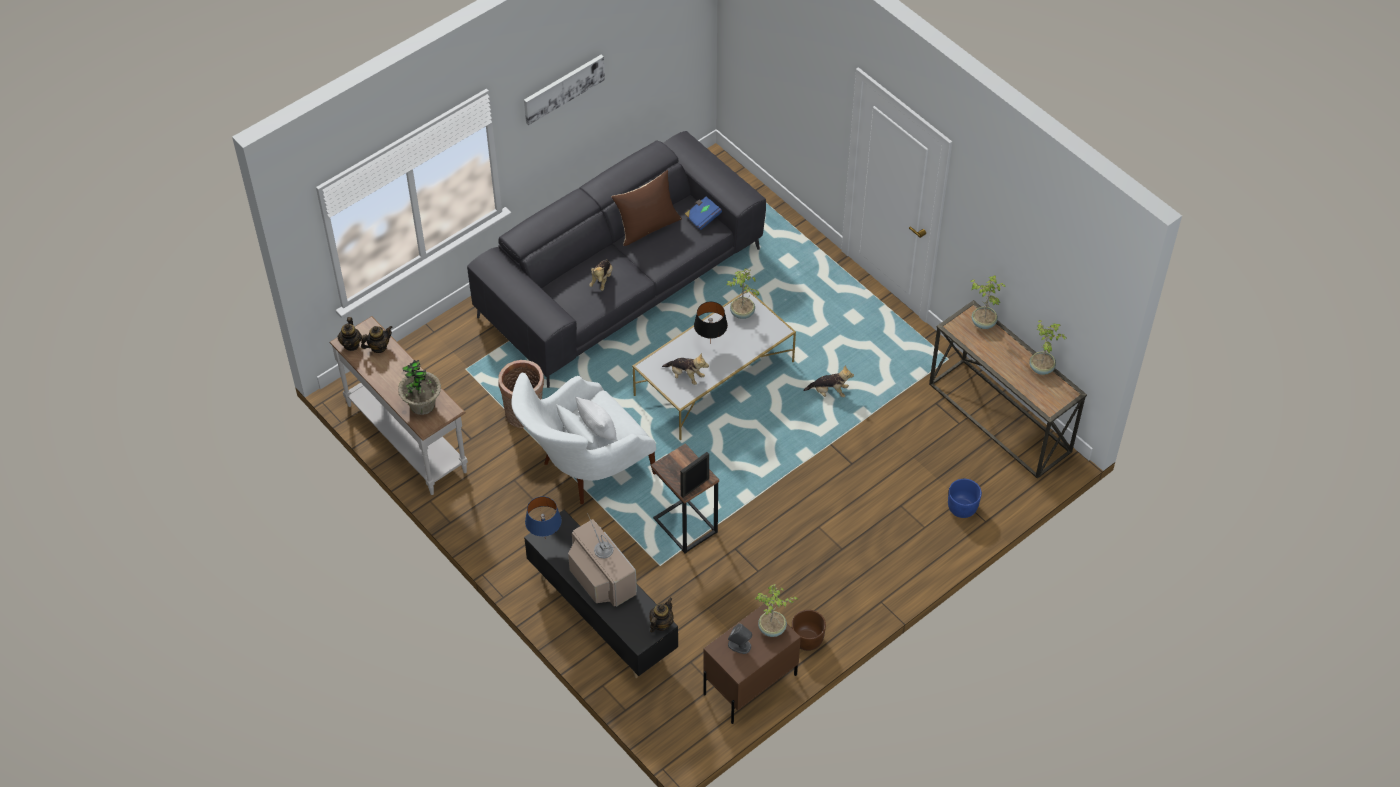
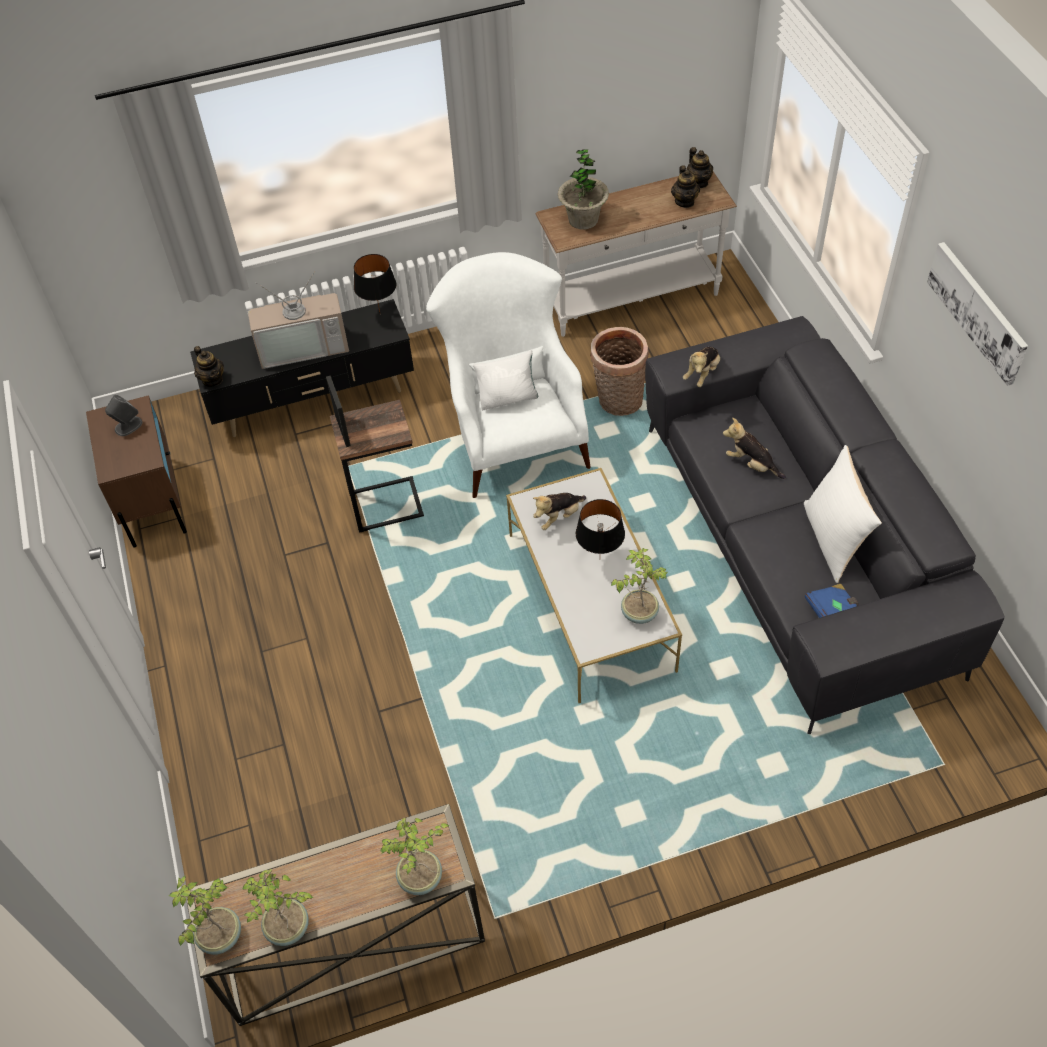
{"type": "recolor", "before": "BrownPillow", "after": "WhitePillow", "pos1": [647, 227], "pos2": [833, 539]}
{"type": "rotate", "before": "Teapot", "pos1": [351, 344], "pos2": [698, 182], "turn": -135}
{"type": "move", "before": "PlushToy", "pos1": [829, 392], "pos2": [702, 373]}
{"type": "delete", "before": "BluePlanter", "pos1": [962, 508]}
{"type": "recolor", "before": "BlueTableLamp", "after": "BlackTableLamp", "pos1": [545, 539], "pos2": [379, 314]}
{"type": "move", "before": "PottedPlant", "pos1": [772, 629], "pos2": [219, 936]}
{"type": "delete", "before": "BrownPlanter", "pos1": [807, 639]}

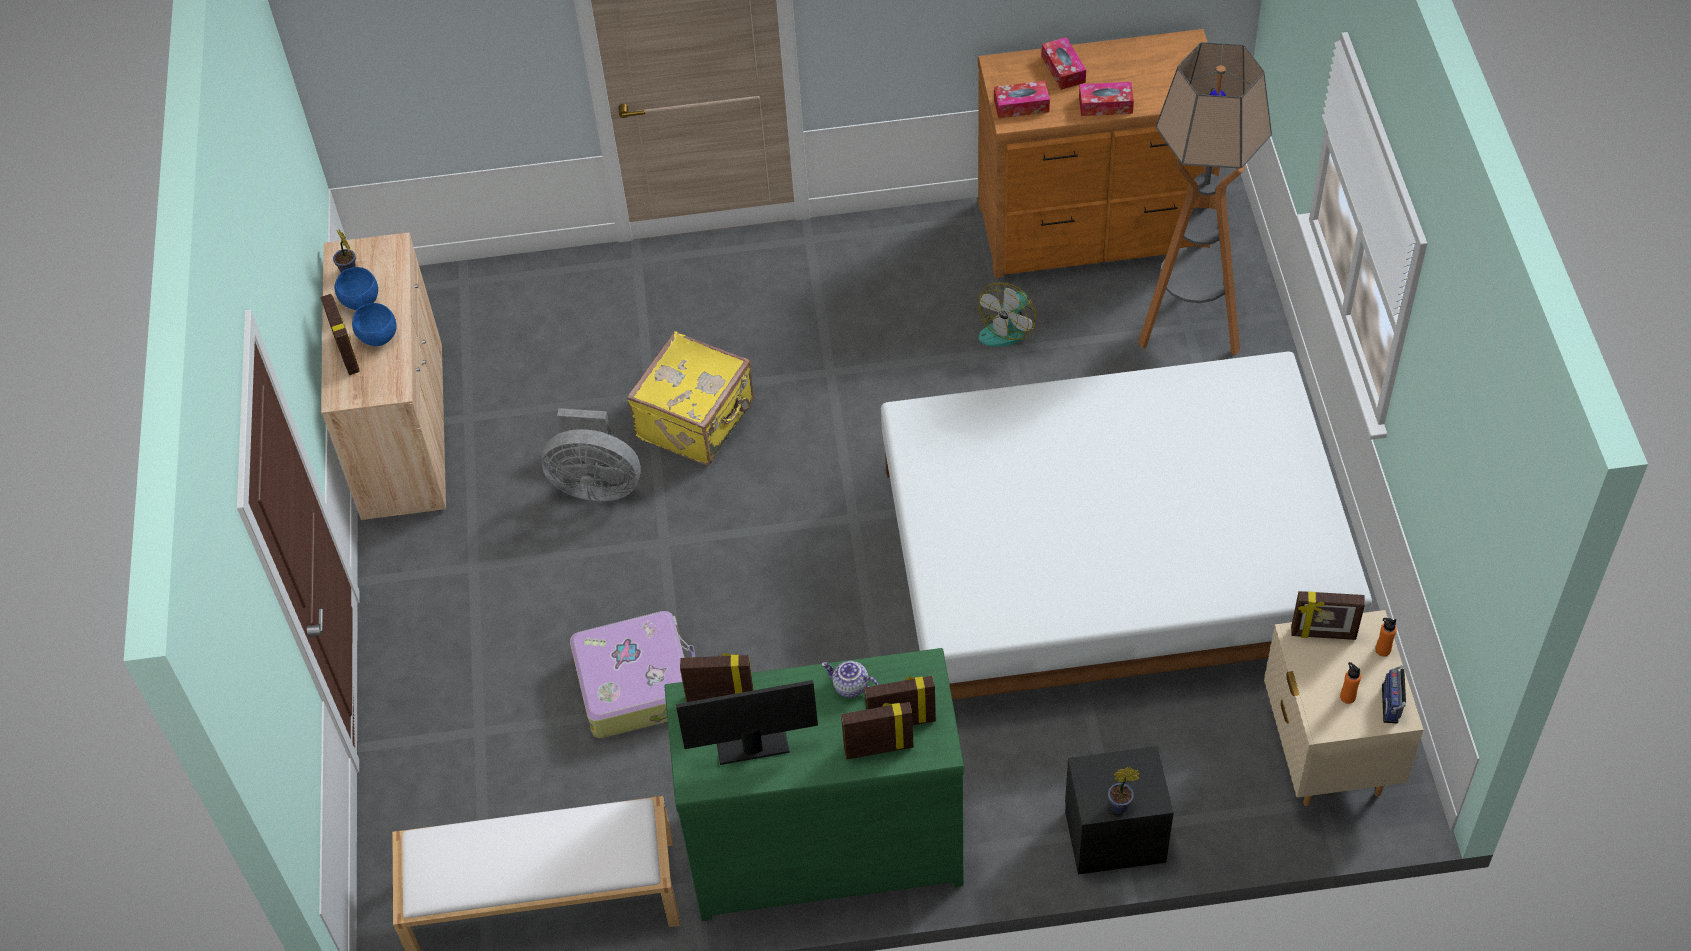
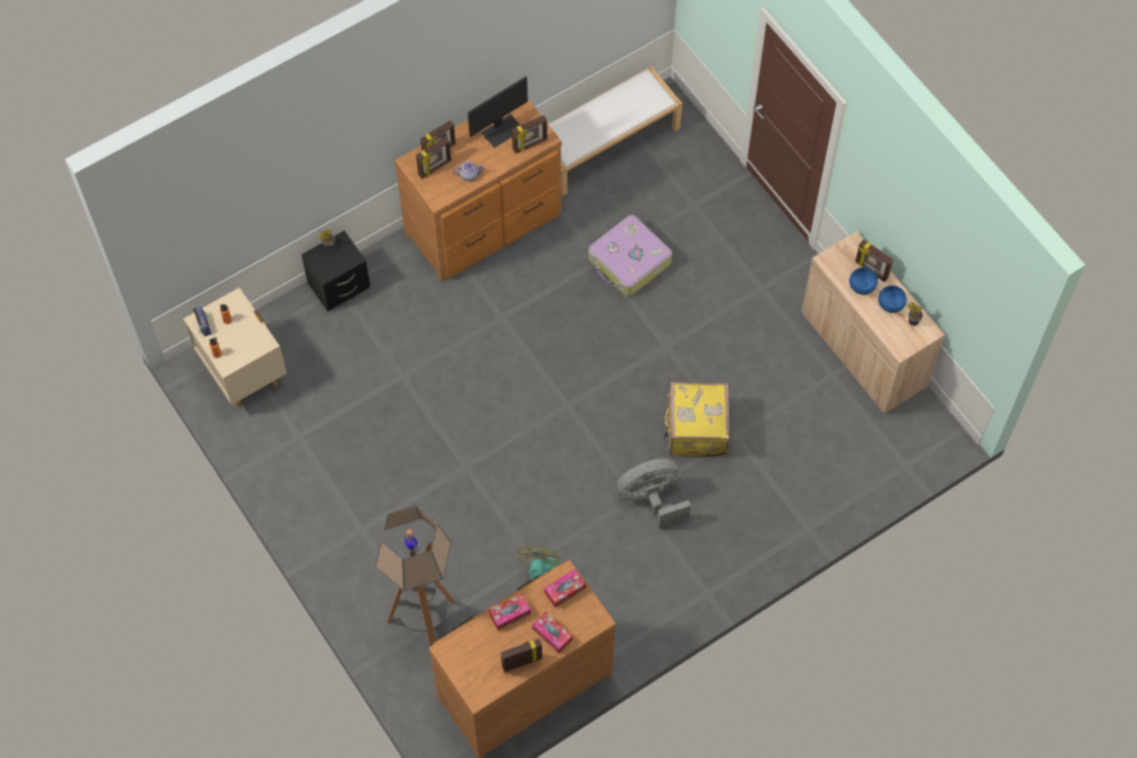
{"type": "delete", "before": "WhiteBed", "pos1": [1112, 568]}
{"type": "move", "before": "GreyFan", "pos1": [596, 484], "pos2": [652, 499]}
{"type": "move", "before": "PictureFrame", "pos1": [1323, 634], "pos2": [521, 661]}
{"type": "recolor", "before": "GreenDresser", "after": "BrownDresser", "pos1": [823, 841], "pos2": [485, 223]}

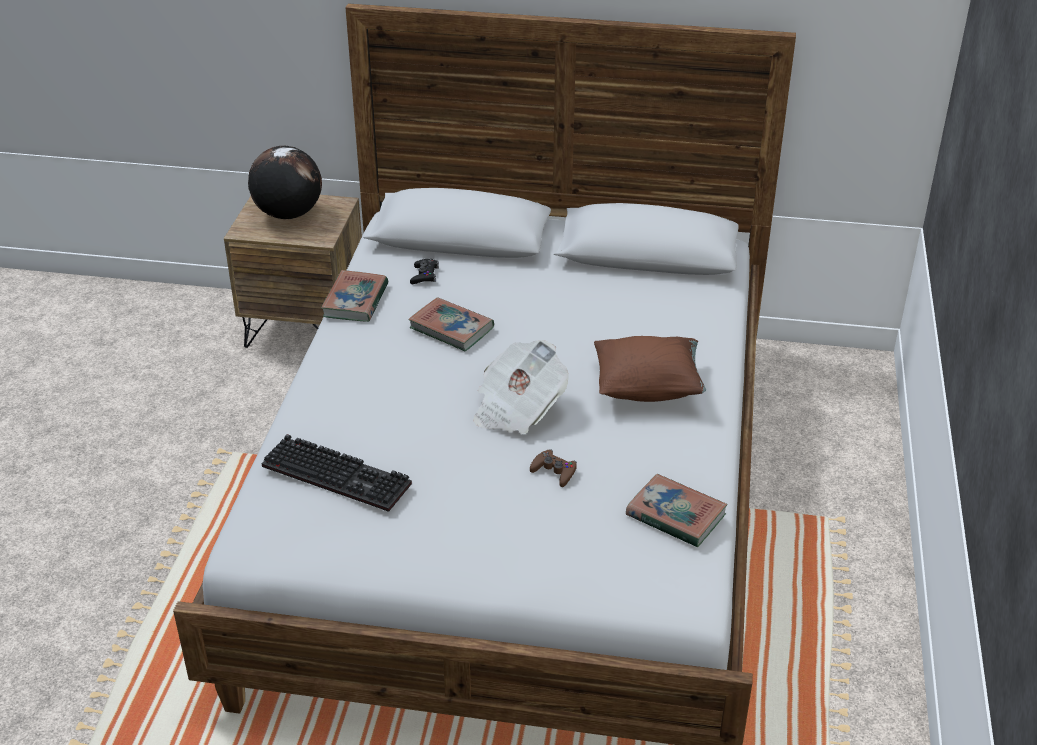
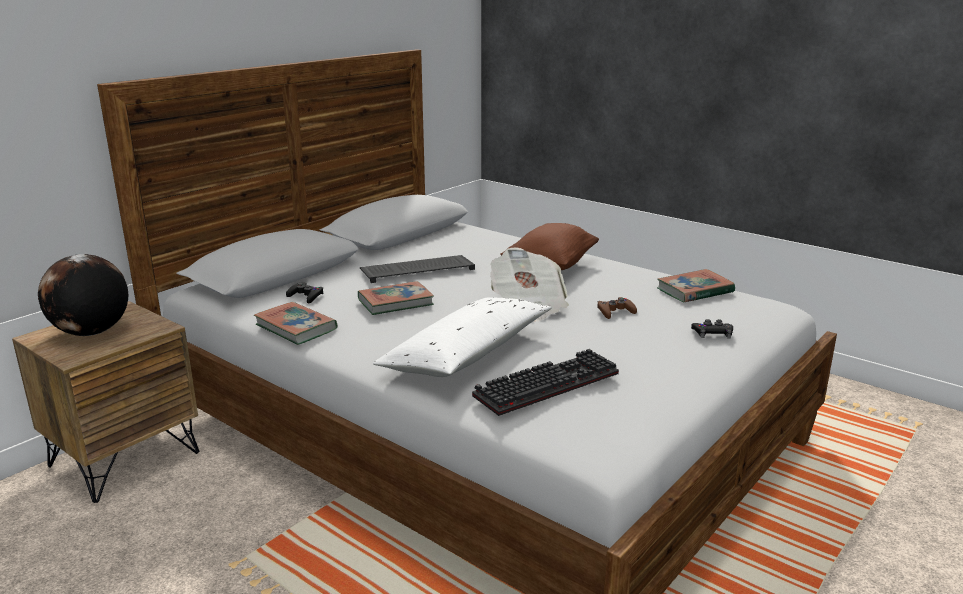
{"type": "insert", "after": "Keyboard", "pos2": [418, 269]}
{"type": "insert", "after": "WhitePillow", "pos2": [467, 354]}
{"type": "insert", "after": "BlackGameController", "pos2": [712, 334]}

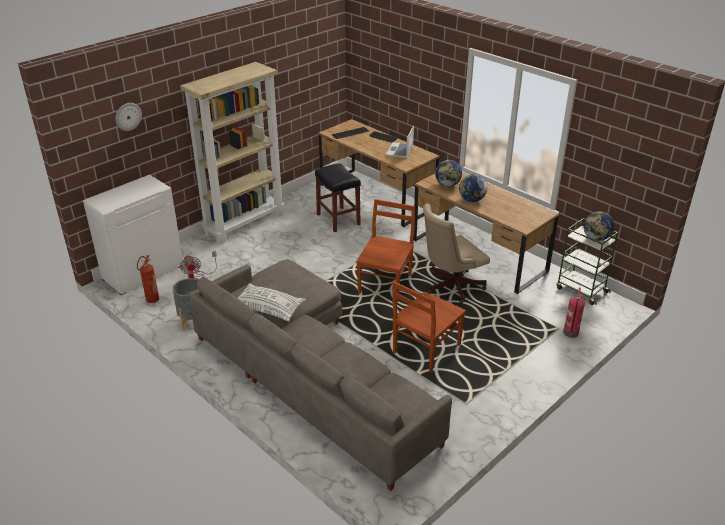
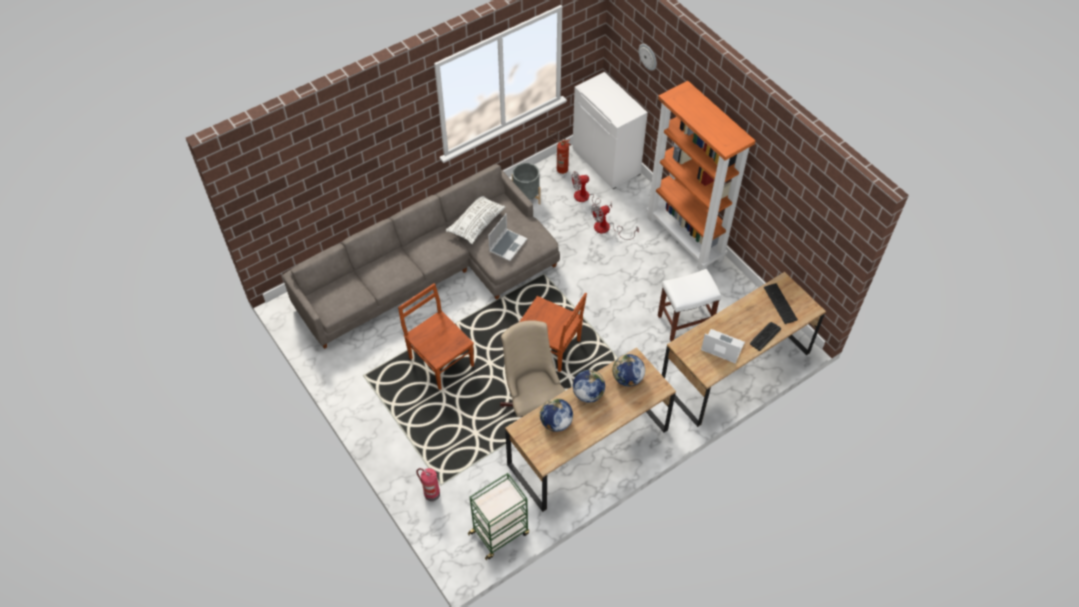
{"type": "recolor", "before": "BeigeBookcase", "after": "OrangeBookcase", "pos1": [244, 223], "pos2": [685, 238]}
{"type": "recolor", "before": "BlackStool", "after": "WhiteStool", "pos1": [337, 219], "pos2": [685, 322]}
{"type": "move", "before": "Globe", "pos1": [596, 238], "pos2": [555, 423]}
{"type": "insert", "after": "Fan", "pos2": [607, 229]}
{"type": "insert", "after": "Laptop", "pos2": [507, 245]}

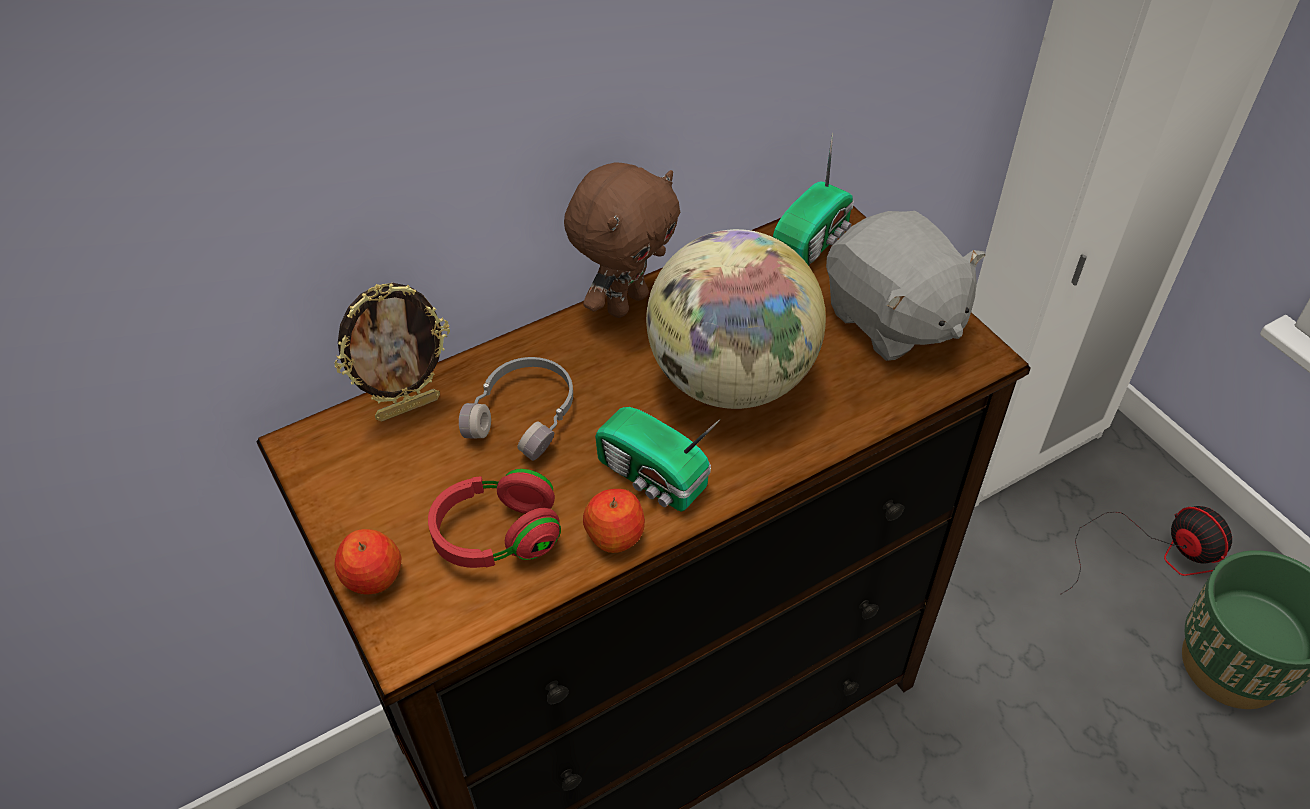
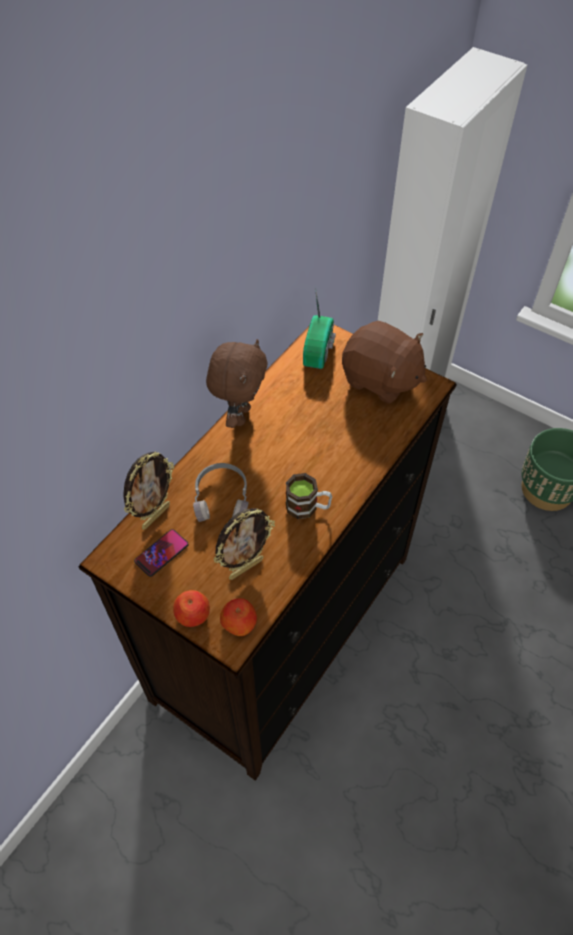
{"type": "recolor", "before": "GreyPlushToy", "after": "BrownPlushToy", "pos1": [893, 319], "pos2": [380, 380]}
{"type": "delete", "before": "Globe", "pos1": [731, 379]}
{"type": "replace", "before": "Radio", "after": "Mug", "pos1": [653, 478], "pos2": [308, 507]}
{"type": "replace", "before": "RedHeadphones", "after": "PictureFrame", "pos1": [497, 535], "pos2": [245, 568]}
{"type": "move", "before": "Apple", "pos1": [615, 534], "pos2": [239, 623]}
{"type": "delete", "before": "Fan", "pos1": [1154, 553]}
{"type": "insert", "after": "Phone", "pos2": [161, 553]}

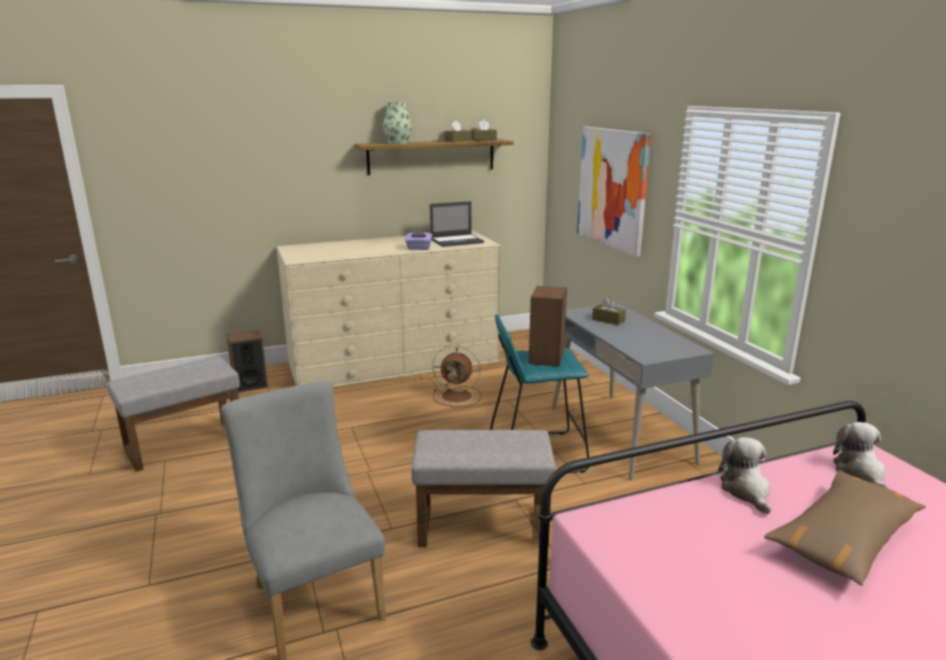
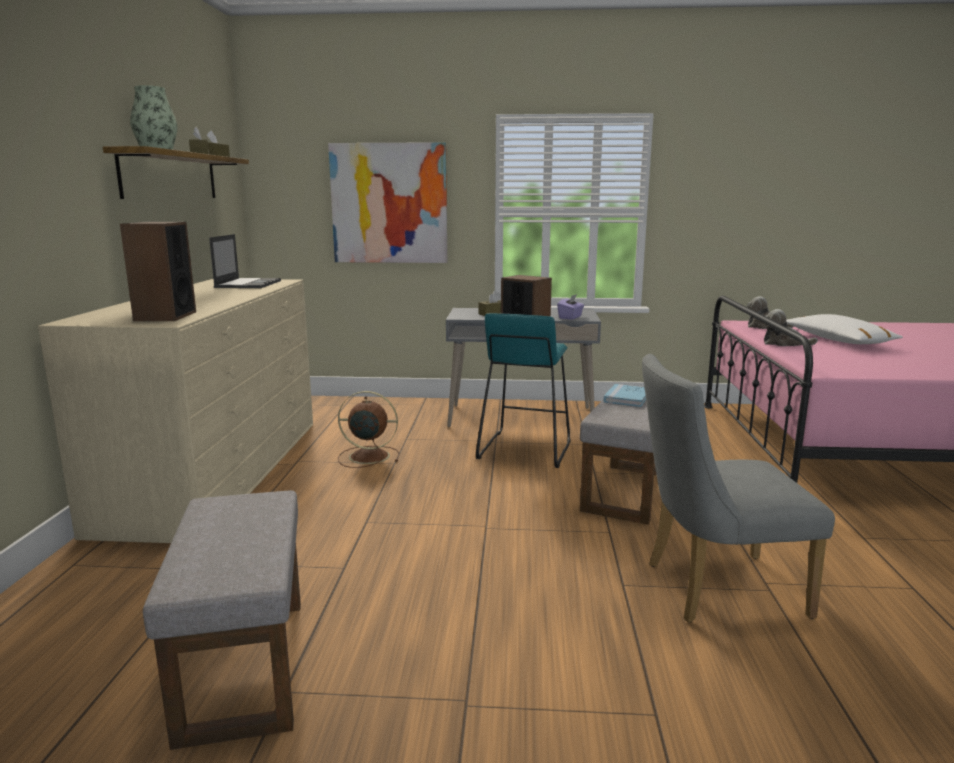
{"type": "move", "before": "PurpleTissueBox", "pos1": [418, 248], "pos2": [570, 317]}
{"type": "move", "before": "Speaker", "pos1": [250, 385], "pos2": [165, 316]}
{"type": "rotate", "before": "BrownFan", "pos1": [458, 396], "pos2": [367, 456], "turn": -120}
{"type": "recolor", "before": "BrownPillow", "after": "WhitePillow", "pos1": [844, 538], "pos2": [837, 340]}
{"type": "insert", "after": "BlueBook", "pos2": [627, 398]}

